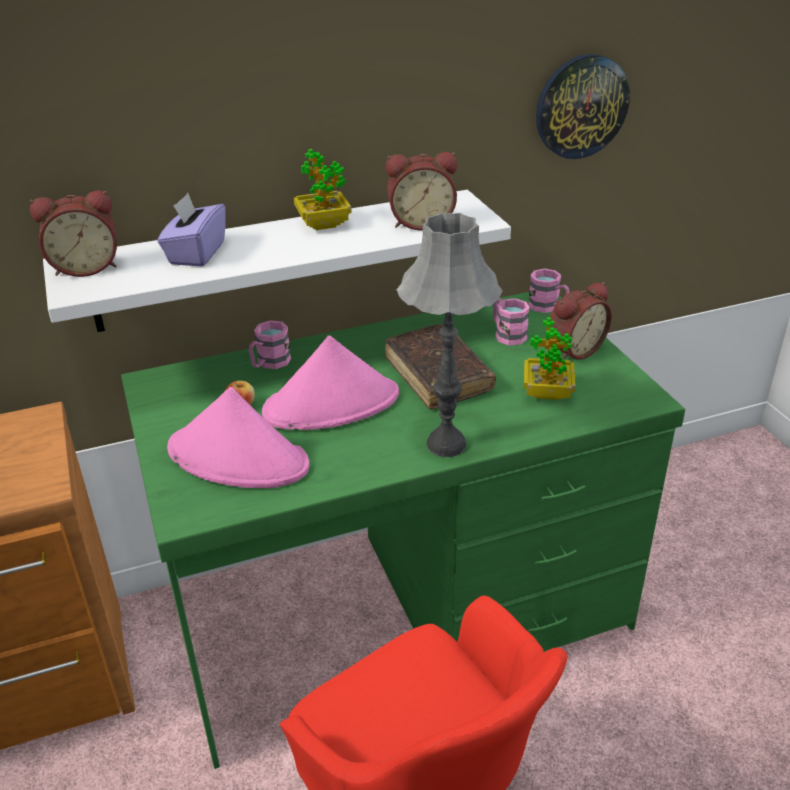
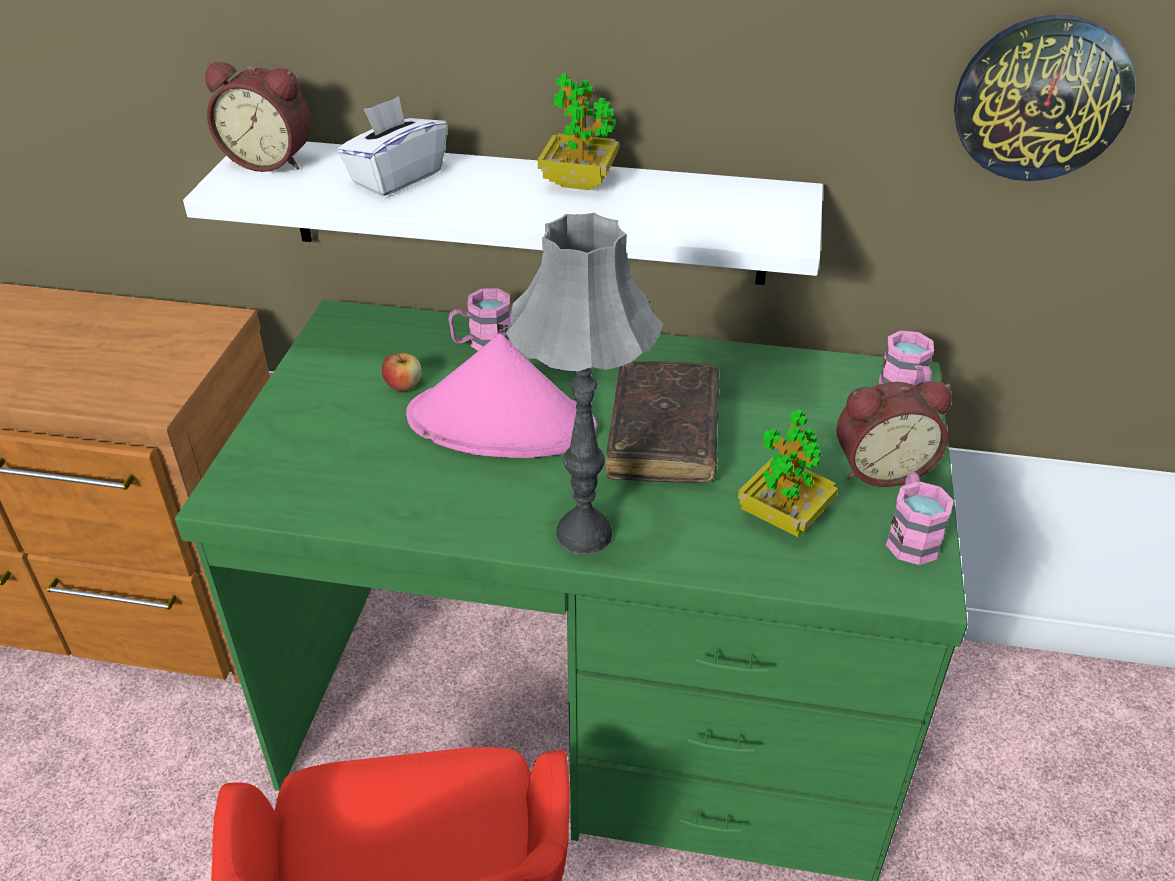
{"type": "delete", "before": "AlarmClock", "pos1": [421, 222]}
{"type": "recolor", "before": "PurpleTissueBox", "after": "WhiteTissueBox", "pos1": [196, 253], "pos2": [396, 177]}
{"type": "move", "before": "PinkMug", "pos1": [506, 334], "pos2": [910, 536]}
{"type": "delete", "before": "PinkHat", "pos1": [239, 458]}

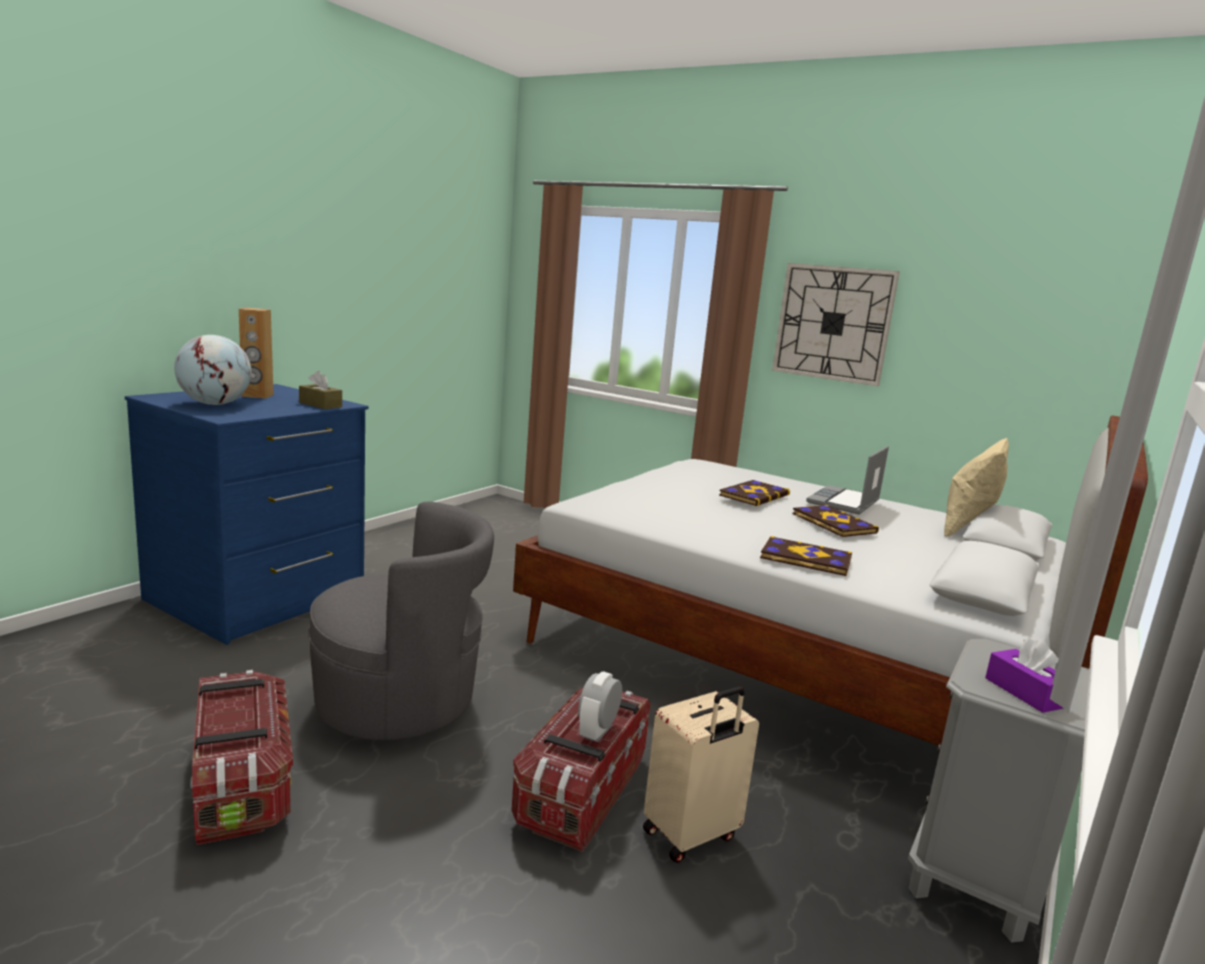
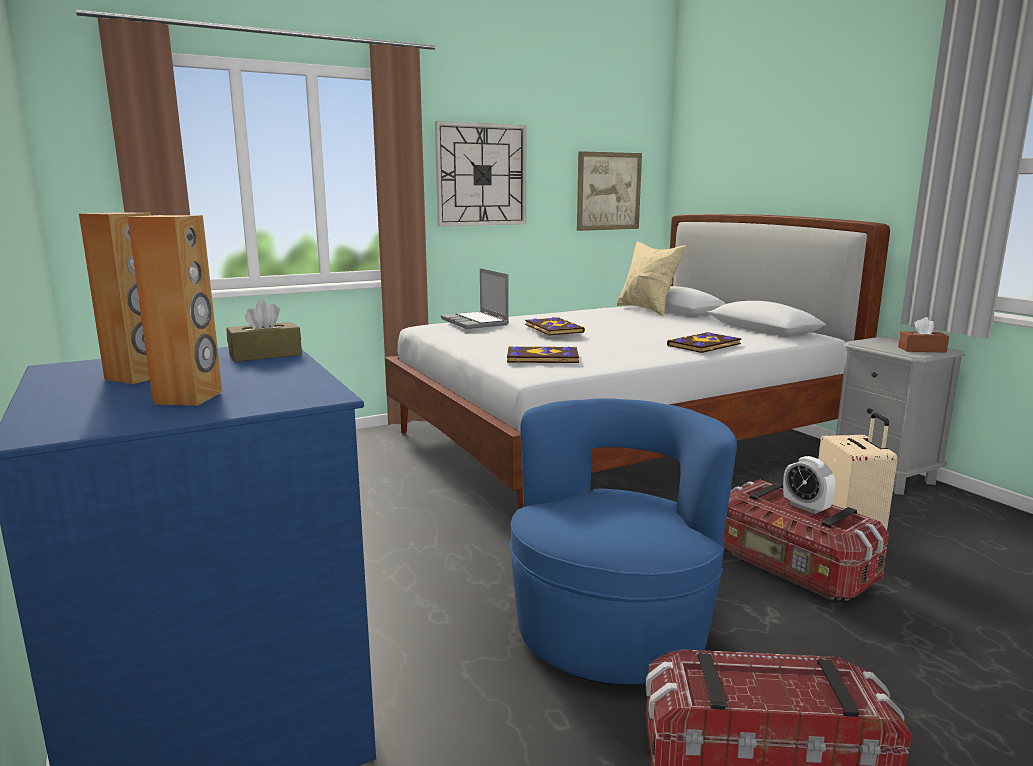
{"type": "replace", "before": "Globe", "after": "BrownSpeaker", "pos1": [215, 404], "pos2": [189, 398]}
{"type": "move", "before": "Laptop", "pos1": [844, 502], "pos2": [476, 322]}
{"type": "recolor", "before": "GreyArmchair", "after": "BlueArmchair", "pos1": [400, 701], "pos2": [612, 630]}
{"type": "move", "before": "Book", "pos1": [832, 523], "pos2": [542, 358]}
{"type": "recolor", "before": "PurpleTissueBox", "after": "BrownTissueBox", "pos1": [1025, 692], "pos2": [921, 350]}
{"type": "insert", "after": "Picture", "pos2": [608, 191]}

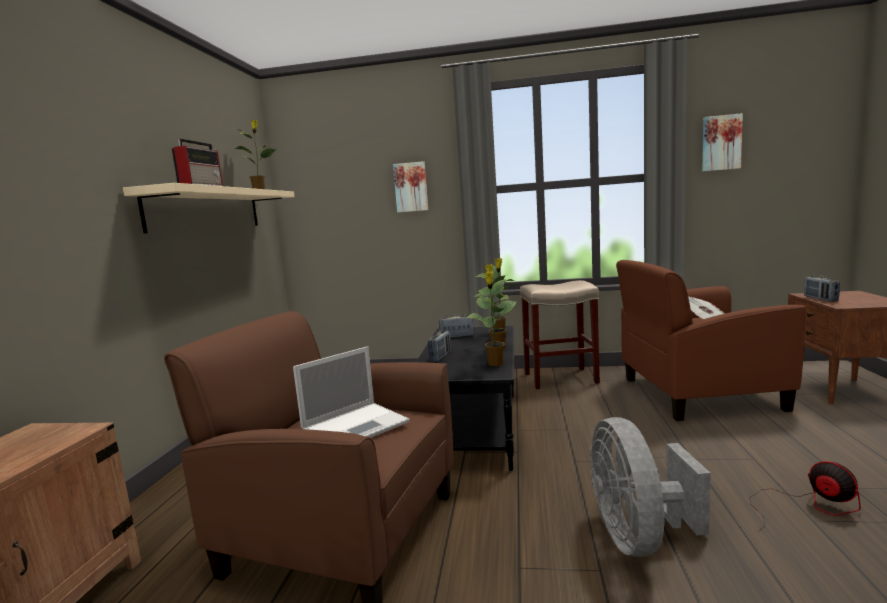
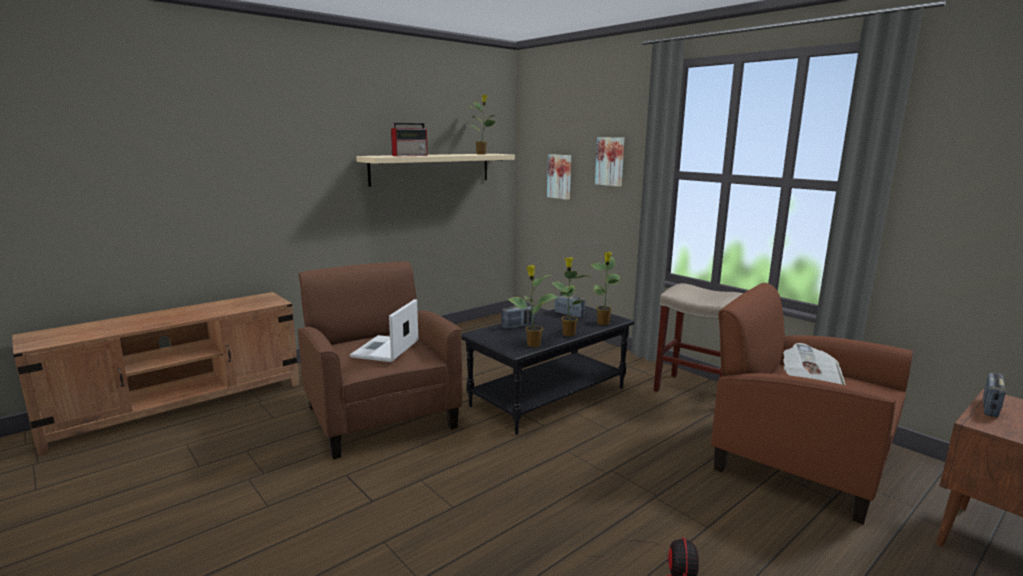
{"type": "move", "before": "Picture", "pos1": [721, 143], "pos2": [560, 176]}
{"type": "rotate", "before": "Laptop", "pos1": [357, 426], "pos2": [385, 350], "turn": 105}
{"type": "delete", "before": "GreyFan", "pos1": [638, 537]}

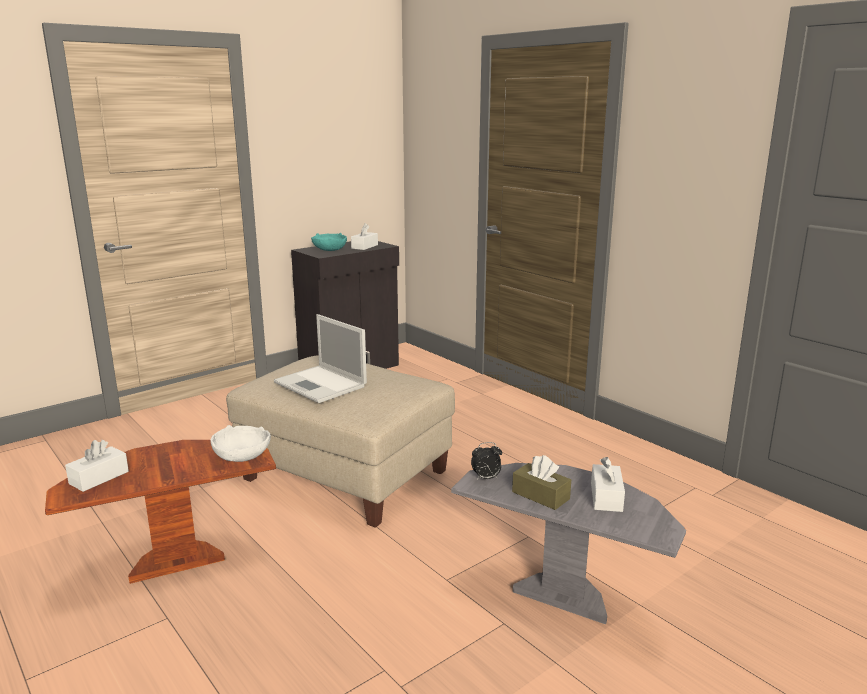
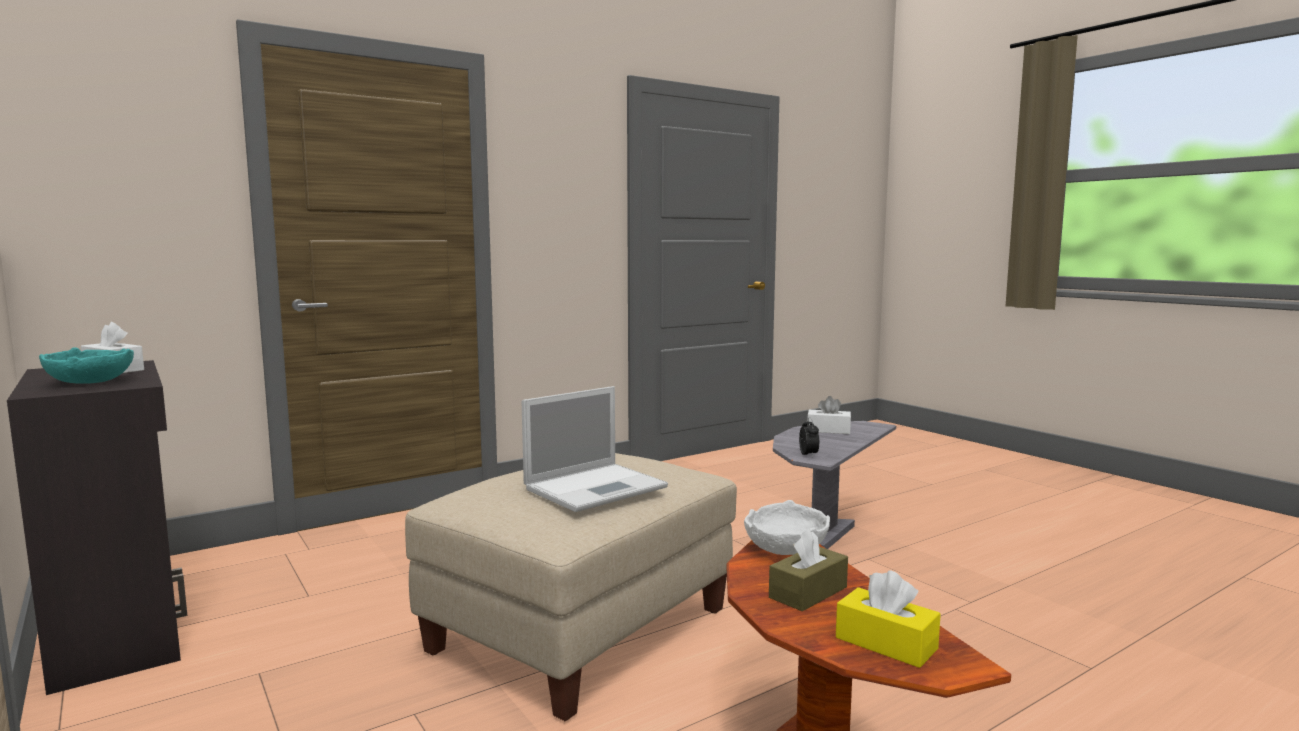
{"type": "recolor", "before": "WhiteTissueBox", "after": "YellowTissueBox", "pos1": [99, 477], "pos2": [886, 643]}
{"type": "move", "before": "BrownTissueBox", "pos1": [540, 495], "pos2": [808, 592]}

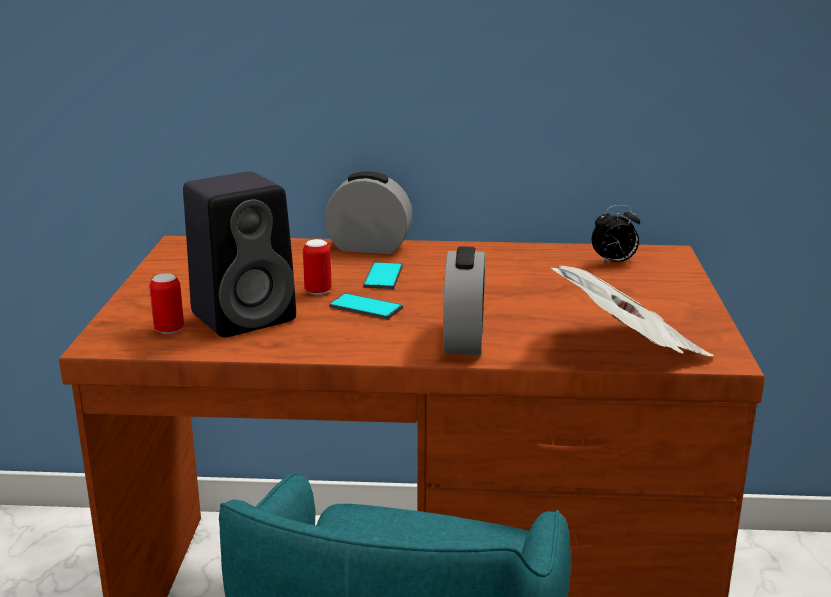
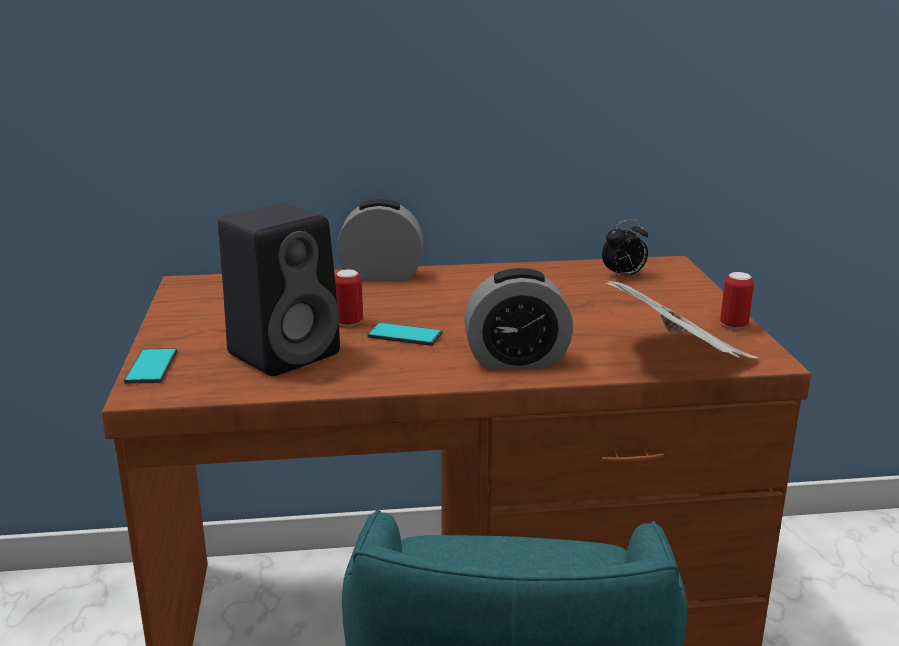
{"type": "rotate", "before": "AlarmClock", "pos1": [463, 340], "pos2": [516, 361], "turn": 90}
{"type": "move", "before": "Phone", "pos1": [383, 276], "pos2": [151, 367]}
{"type": "move", "before": "Can", "pos1": [169, 330], "pos2": [733, 325]}

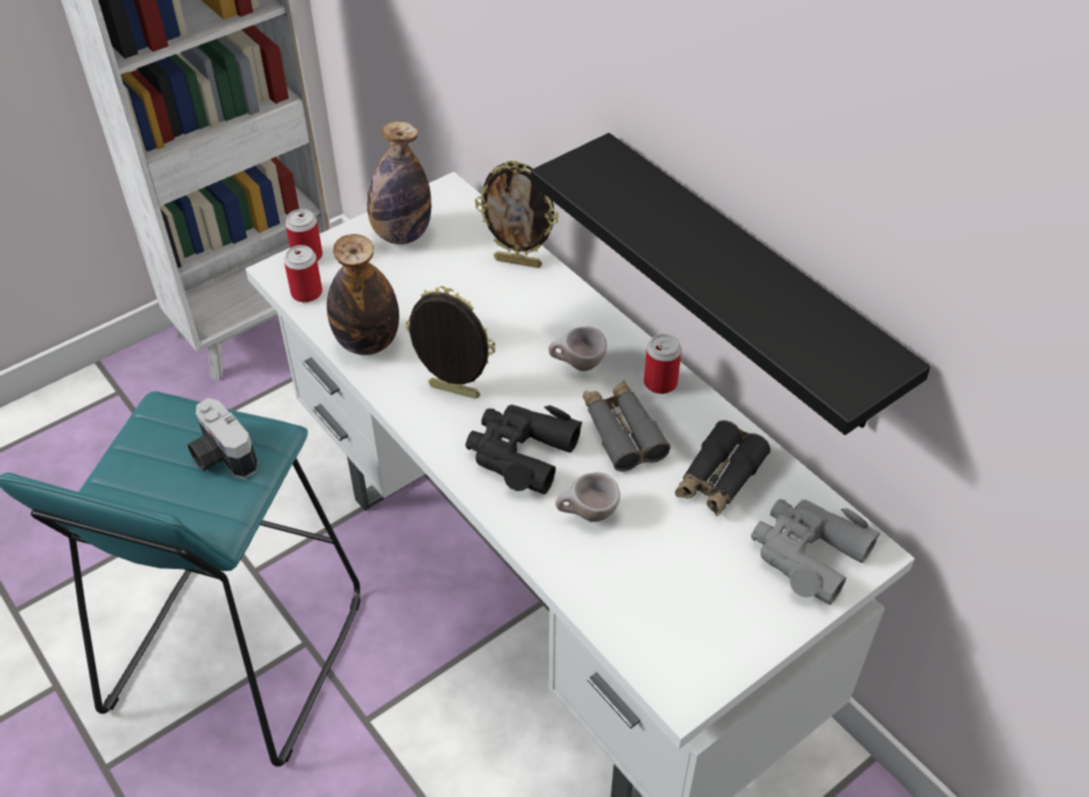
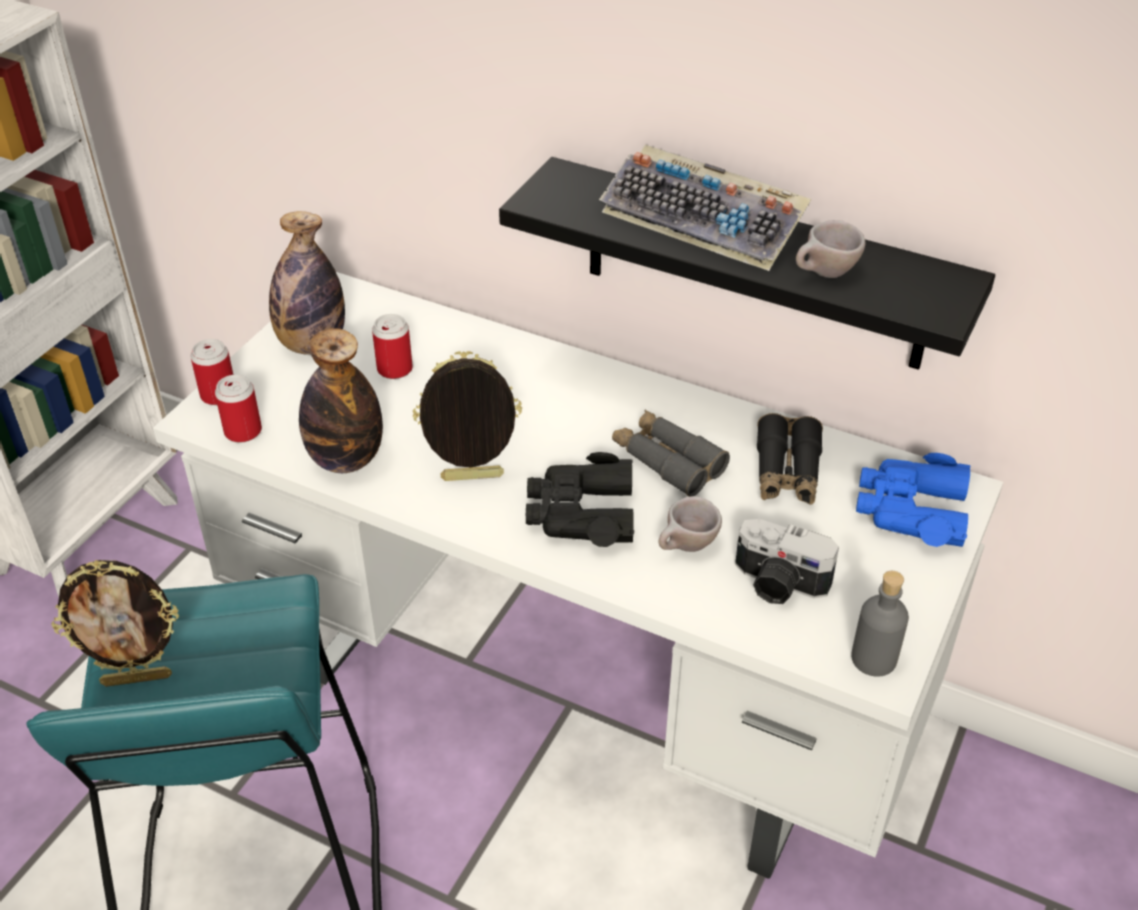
{"type": "move", "before": "PictureFrame", "pos1": [518, 262], "pos2": [137, 678]}
{"type": "move", "before": "BeigeCup", "pos1": [577, 366], "pos2": [824, 275]}
{"type": "move", "before": "Can", "pos1": [660, 383], "pos2": [394, 369]}
{"type": "move", "before": "PhotoCamera", "pos1": [220, 456], "pos2": [778, 584]}
{"type": "recolor", "before": "GreyBinoculars", "after": "BlueBinoculars", "pos1": [807, 554], "pos2": [911, 510]}
{"type": "insert", "after": "Keyboard", "pos2": [706, 221]}
{"type": "insert", "after": "GreyBottle", "pos2": [873, 659]}

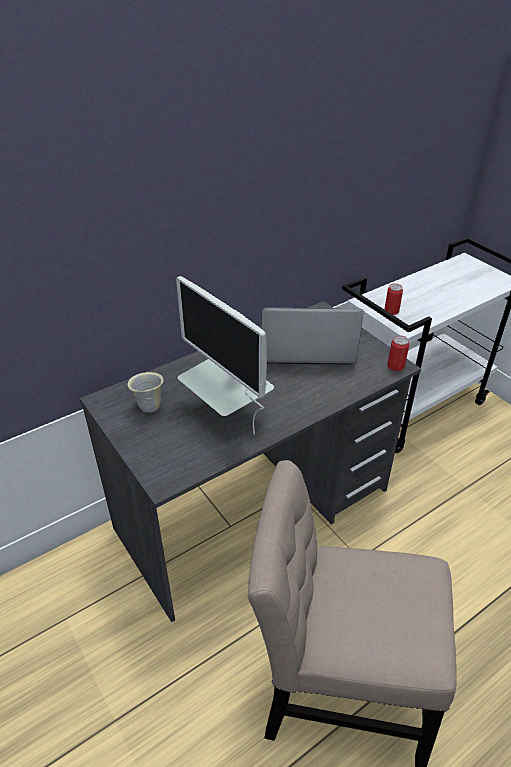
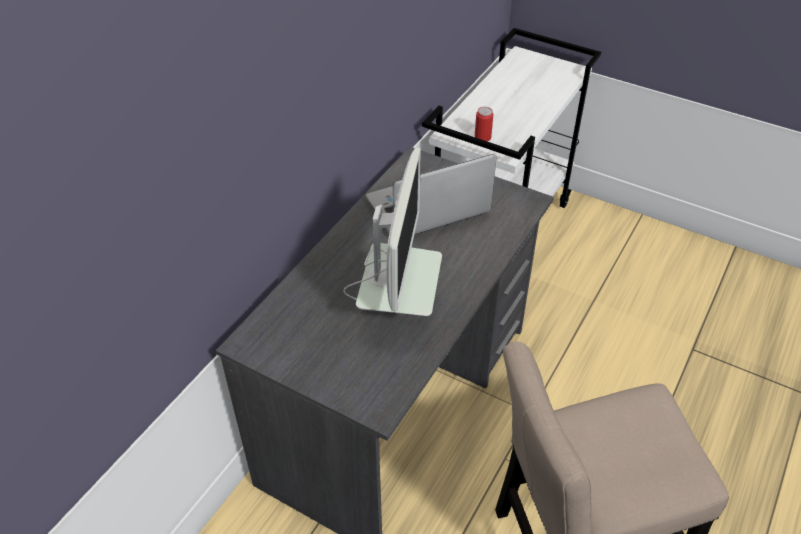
{"type": "rotate", "before": "Monitor", "pos1": [229, 413], "pos2": [397, 310], "turn": -105}
{"type": "delete", "before": "Can", "pos1": [395, 366]}
{"type": "delete", "before": "BeigeMug", "pos1": [149, 406]}

